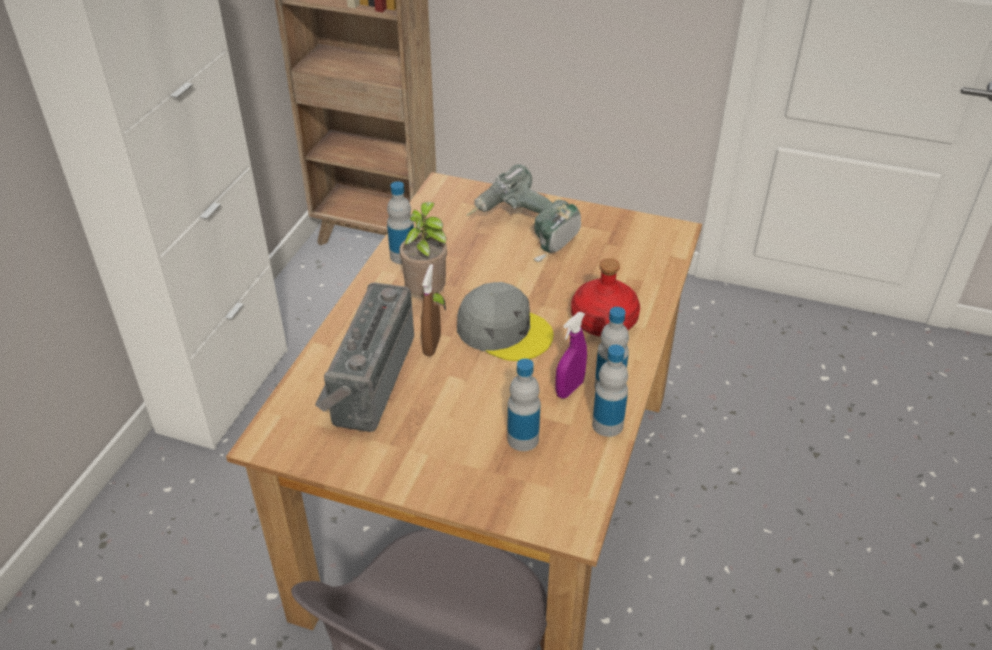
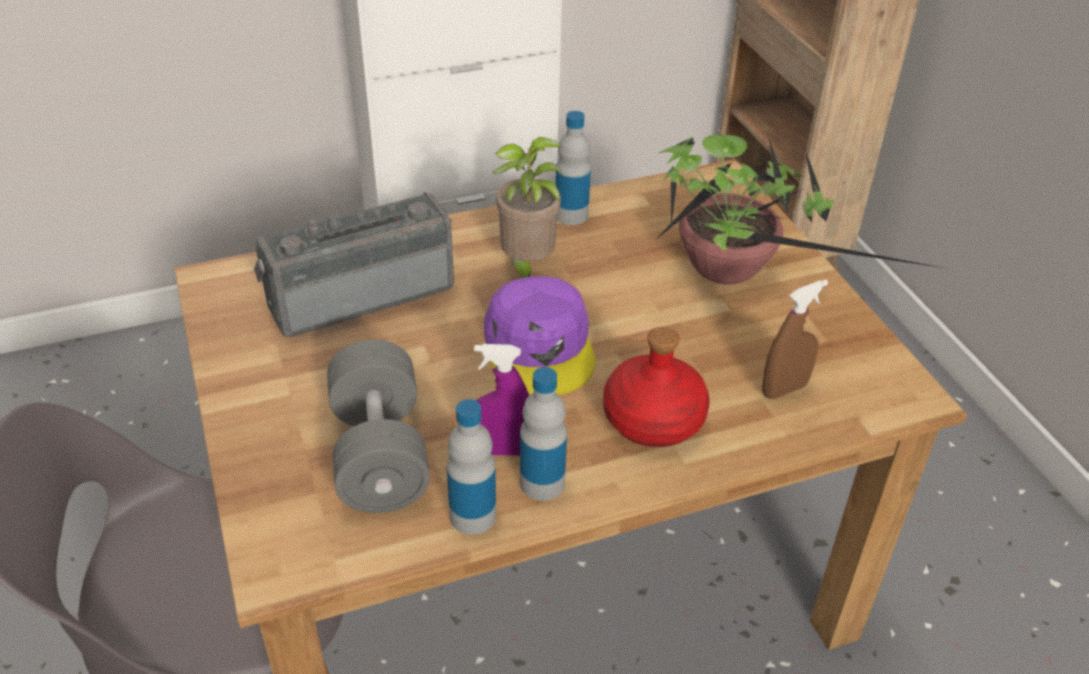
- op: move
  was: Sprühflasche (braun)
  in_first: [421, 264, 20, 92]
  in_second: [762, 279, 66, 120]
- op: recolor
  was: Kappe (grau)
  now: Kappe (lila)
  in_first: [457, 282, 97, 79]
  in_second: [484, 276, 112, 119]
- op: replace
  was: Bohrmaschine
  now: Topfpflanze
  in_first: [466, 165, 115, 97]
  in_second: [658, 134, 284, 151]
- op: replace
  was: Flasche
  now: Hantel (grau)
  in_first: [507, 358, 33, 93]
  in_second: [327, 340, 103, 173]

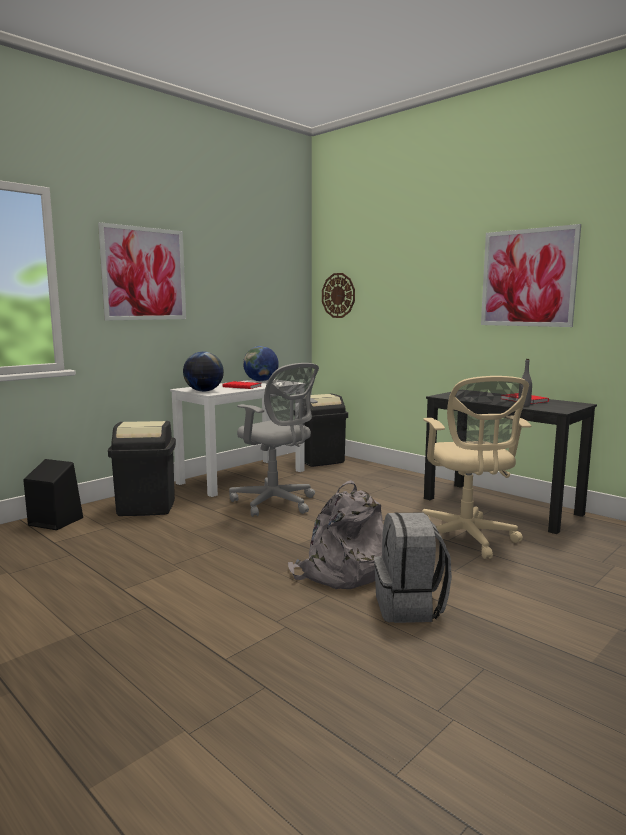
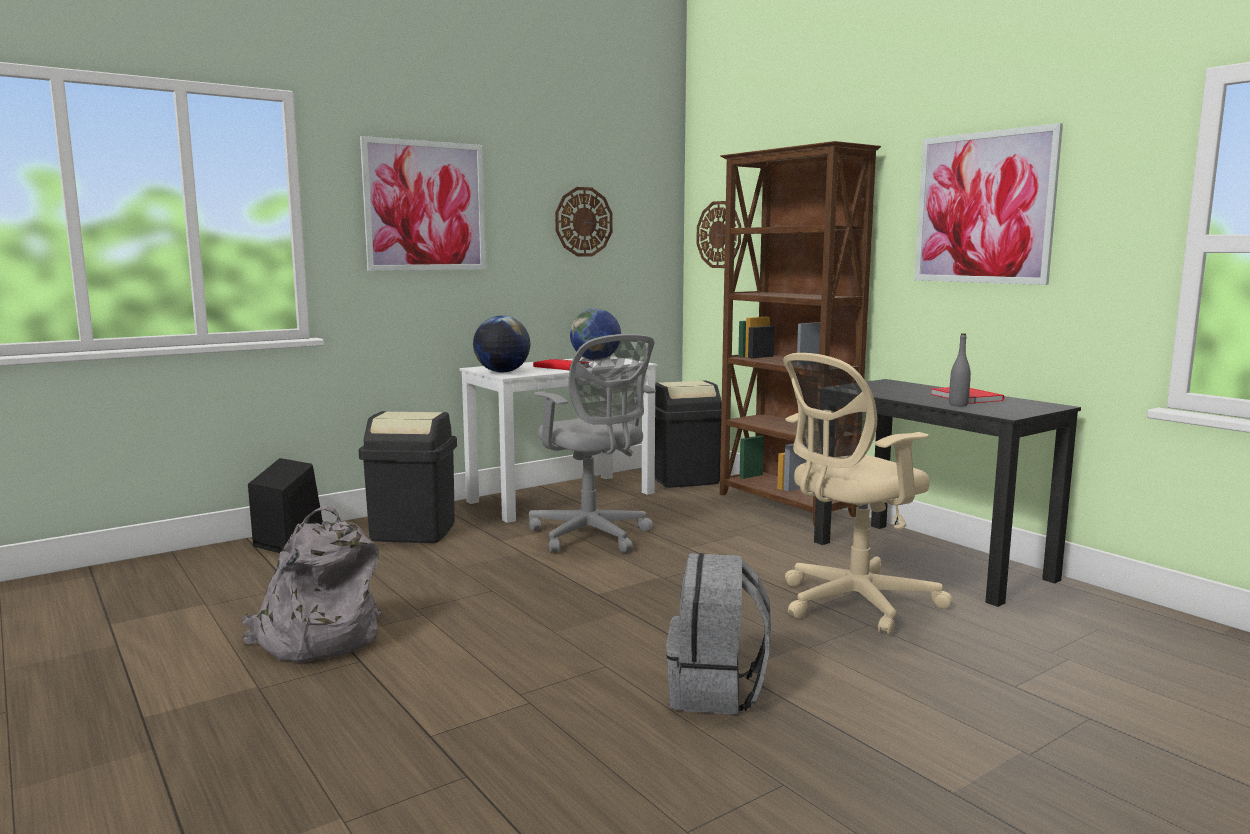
- op: move
  was: Rucksack (grau)
  in_first: [288, 480, 96, 109]
  in_second: [241, 506, 140, 156]
- op: rotate
  was: Bürostuhl (beige)
  in_first: [422, 376, 110, 183]
  in_second: [783, 353, 170, 283]
  clockwise: 60
- op: insert
  now: Wanduhr
  in_second: [555, 187, 58, 69]
- op: insert
  now: Bücherregal (braun)
  in_second: [720, 141, 161, 385]

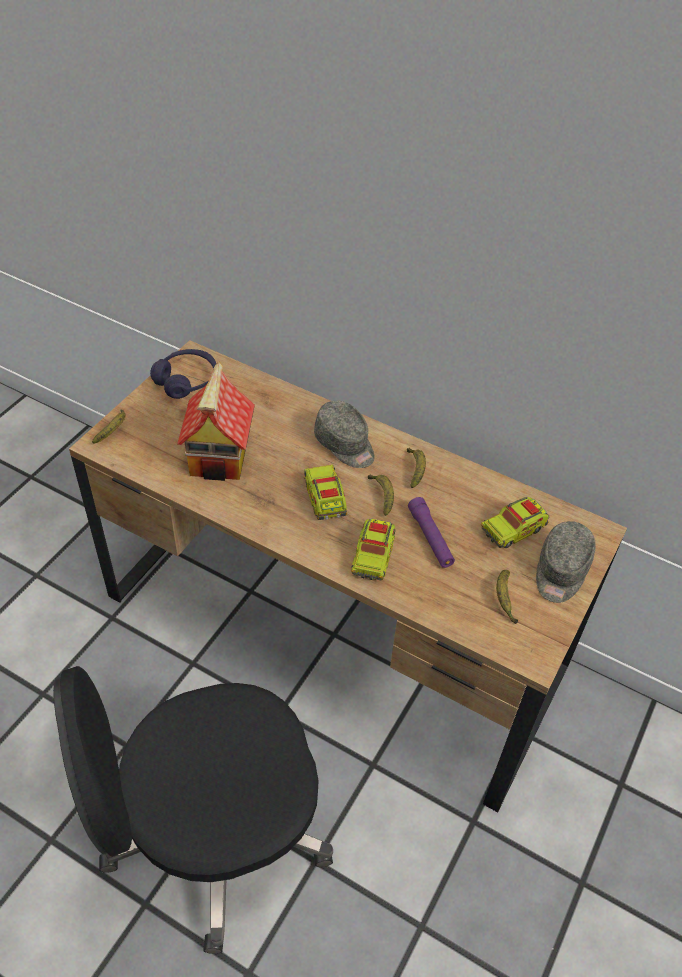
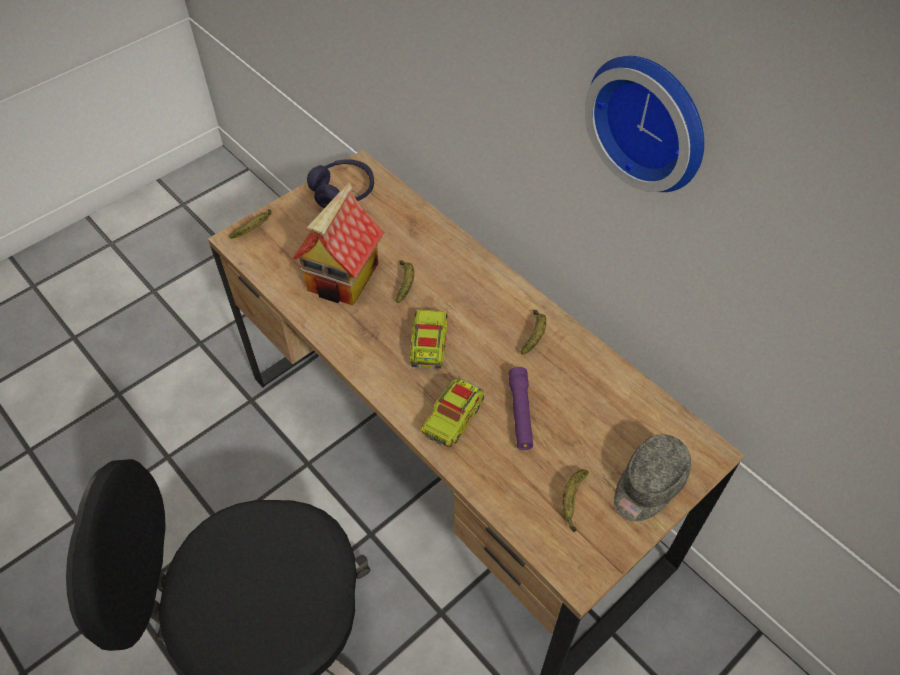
- op: delete
  was: Kappe (grau)
  in_first: [314, 401, 61, 67]
- op: move
  was: Banane
  in_first: [368, 474, 26, 42]
  in_second: [396, 260, 18, 43]
- op: delete
  was: Spielzeuglaster
  in_first: [481, 497, 69, 51]
- op: insert
  now: Wanduhr
  in_second: [585, 56, 119, 136]

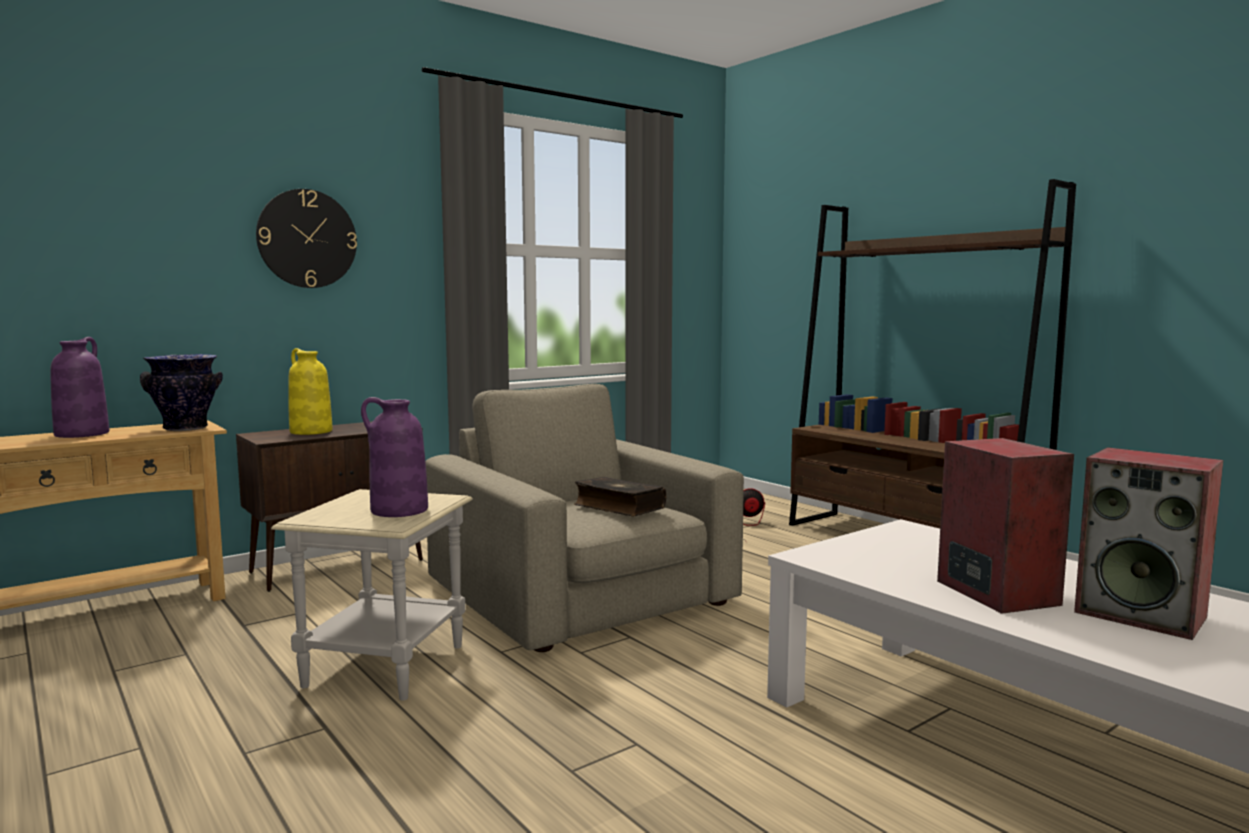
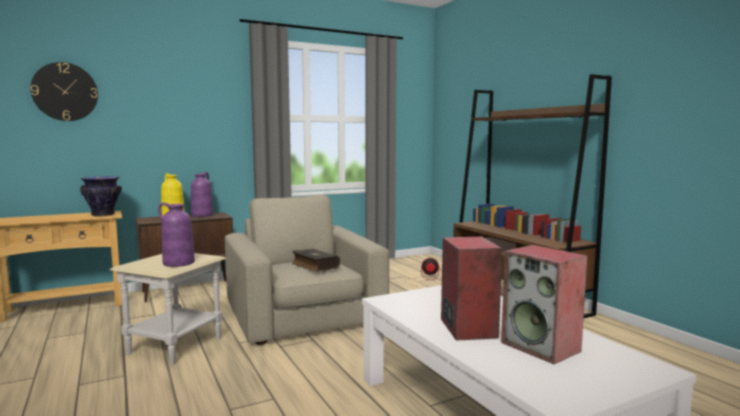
- op: move
  was: Vase (lila)
  in_first: [50, 337, 59, 101]
  in_second: [191, 172, 22, 45]
- op: move
  was: Wanduhr
  in_first: [256, 189, 101, 99]
  in_second: [30, 62, 68, 59]

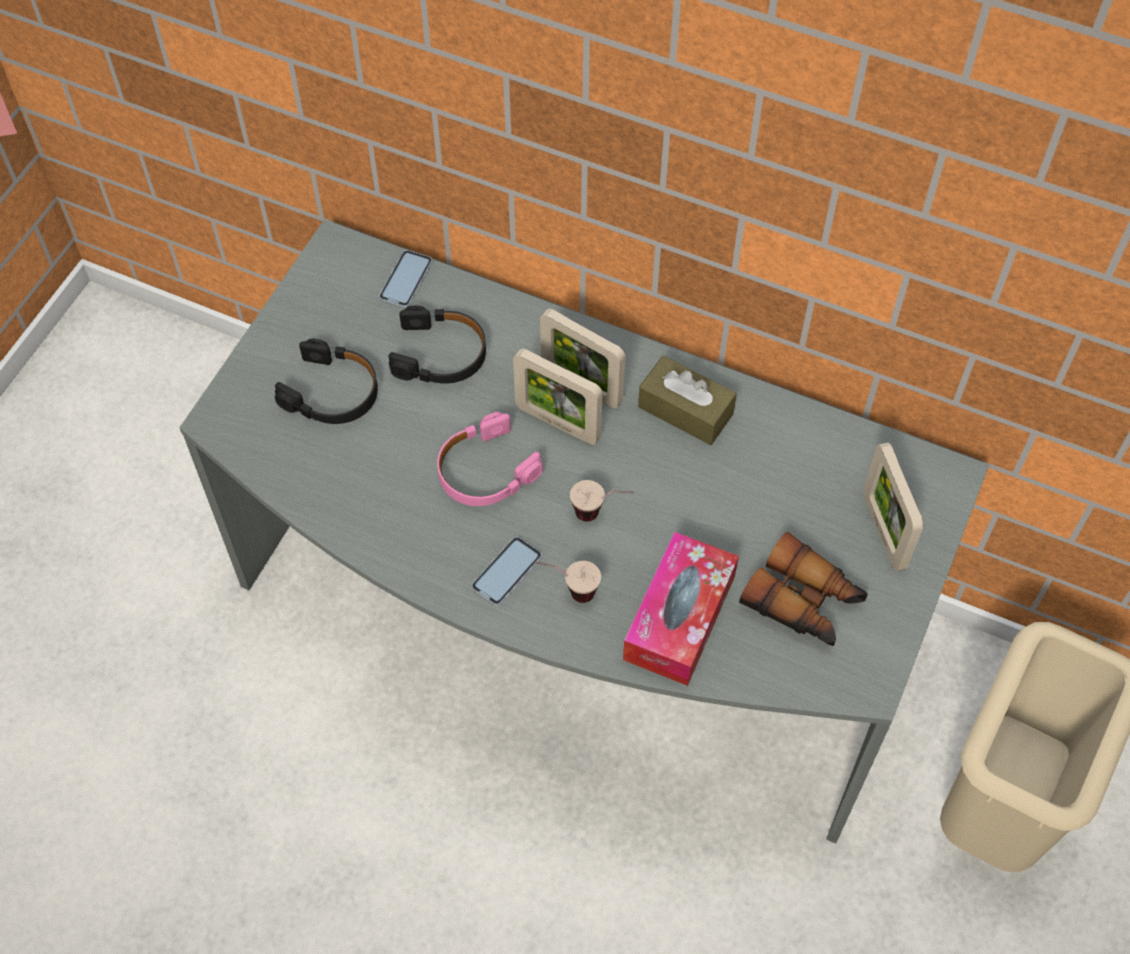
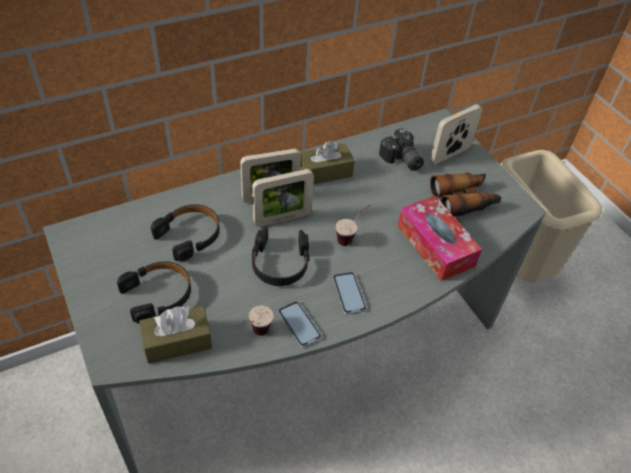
- op: move
  was: Handy
  in_first: [379, 250, 53, 58]
  in_second: [278, 301, 44, 46]
- op: recolor
  was: Kopfhörer (rosa)
  now: Kopfhörer (schwarz)
  in_first: [437, 412, 106, 94]
  in_second: [251, 227, 58, 59]
- op: move
  was: Tasse
  in_first: [535, 561, 66, 42]
  in_second: [236, 306, 37, 30]
- op: rotate
  was: Bilderrahmen
  in_first: [863, 442, 60, 129]
  in_second: [430, 104, 53, 61]
  clockwise: 120
- op: insert
  now: Taschentuchbox (braun)
  in_second: [139, 306, 73, 58]
- op: insert
  now: Kamera
  in_second: [379, 128, 45, 43]

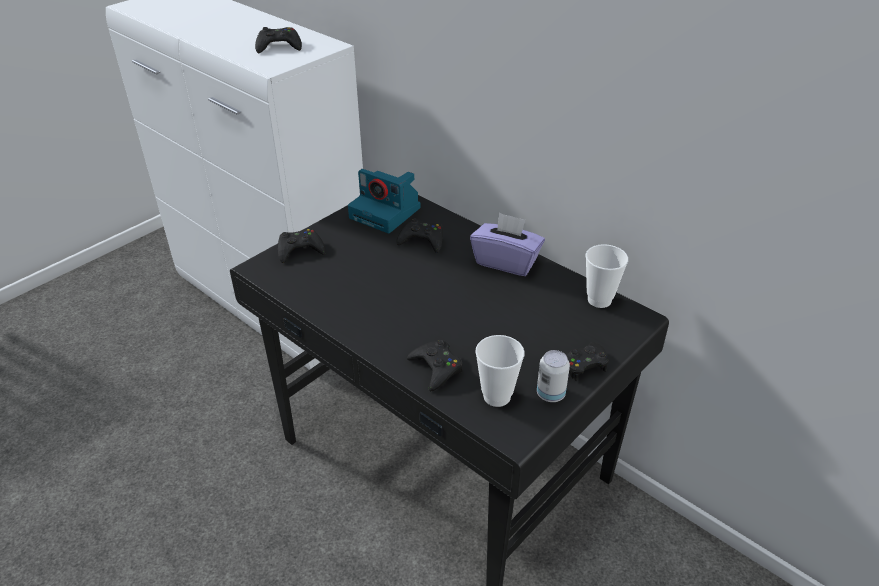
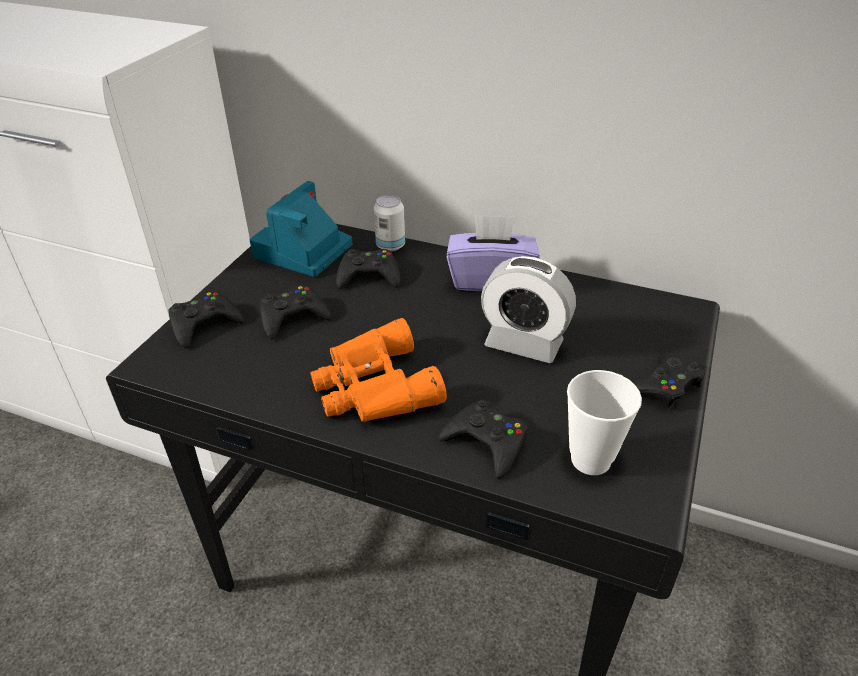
- op: move
  was: Gamepad (schwarz)
  in_first: [255, 27, 47, 26]
  in_second: [260, 285, 71, 55]
- op: rotate
  was: Kamera
  in_first: [348, 169, 73, 64]
  in_second: [249, 181, 104, 96]
  clockwise: 105
- op: move
  was: Dose
  in_first: [537, 350, 33, 52]
  in_second: [374, 195, 31, 57]
- op: delete
  was: Tasse
  in_first: [586, 244, 42, 64]
- op: insert
  now: Fernglas (orange)
  in_second: [310, 318, 137, 104]
- op: insert
  now: Wecker
  in_second: [481, 256, 95, 107]

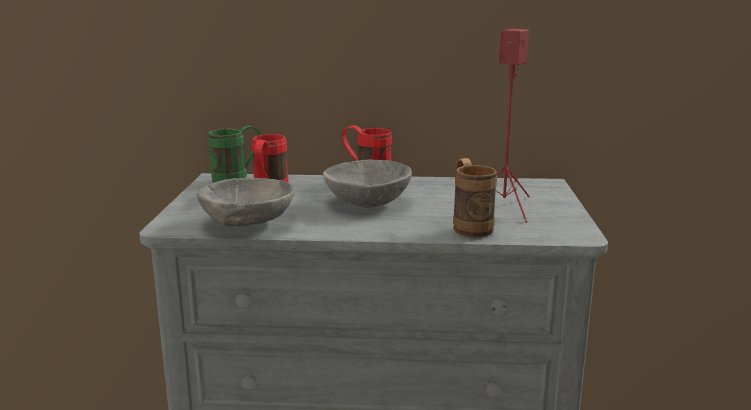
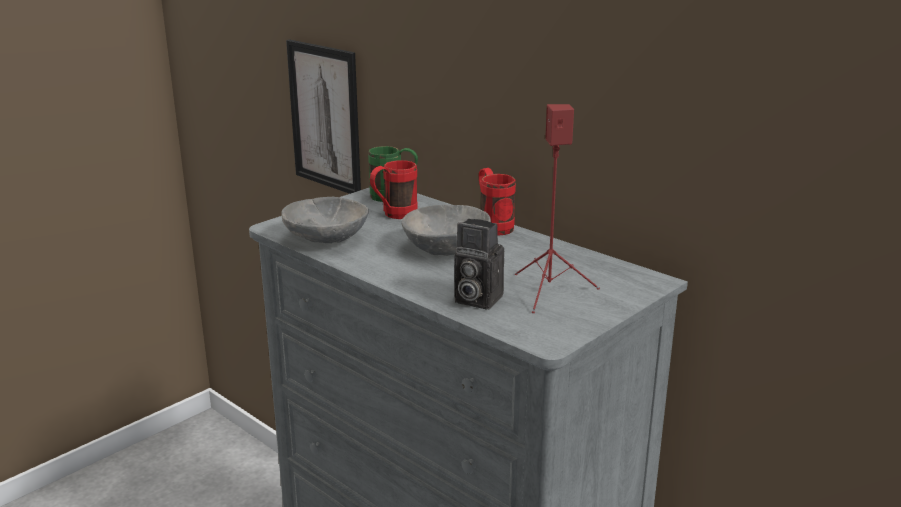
- op: replace
  was: Henkelbecher (braun)
  now: Kamera
  in_first: [453, 158, 44, 79]
  in_second: [454, 219, 50, 91]
- op: insert
  now: Bild
  in_second: [286, 40, 75, 154]

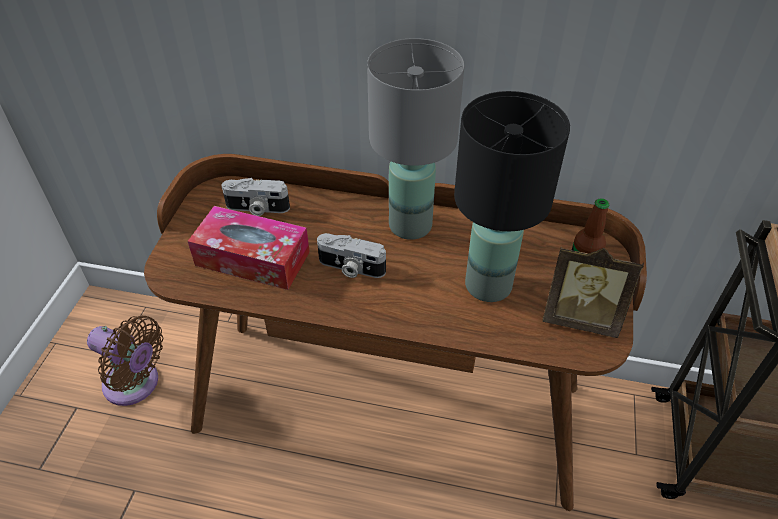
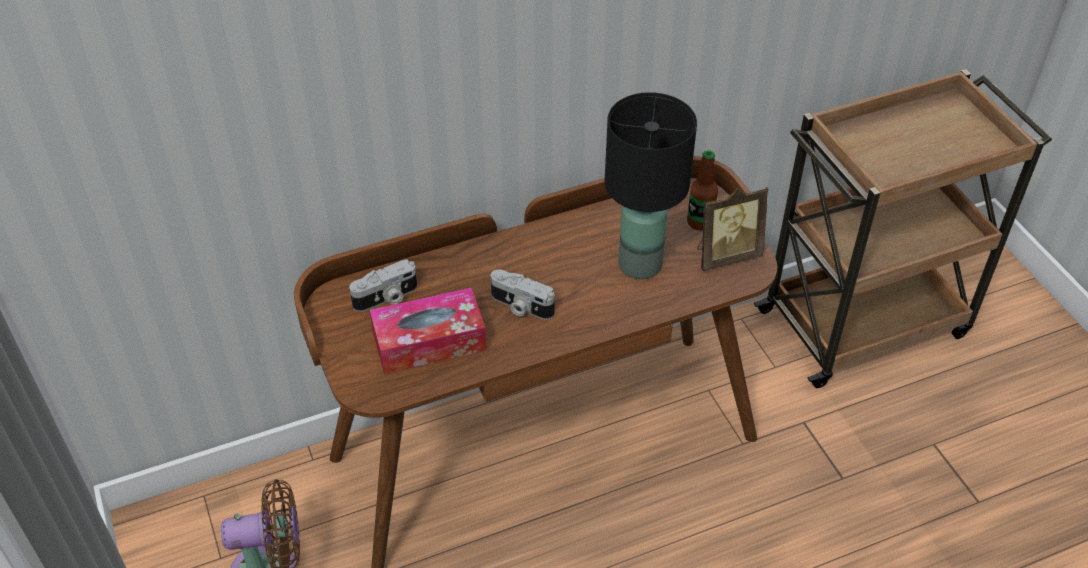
- op: rotate
  was: Kamera
  in_first: [317, 233, 69, 45]
  in_second: [491, 269, 64, 51]
  clockwise: 45
- op: delete
  was: Tischlampe (grau)
  in_first: [367, 38, 97, 202]

